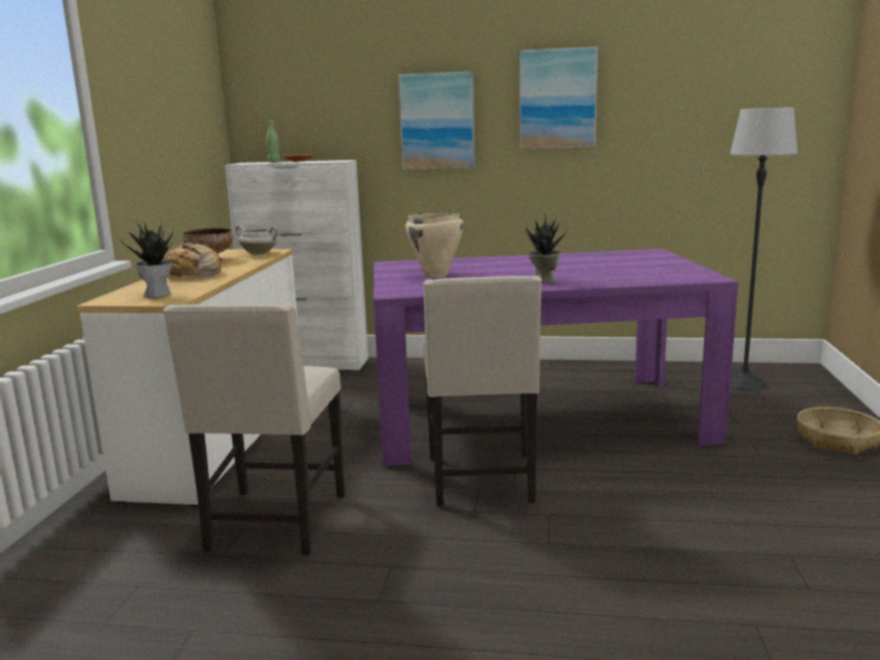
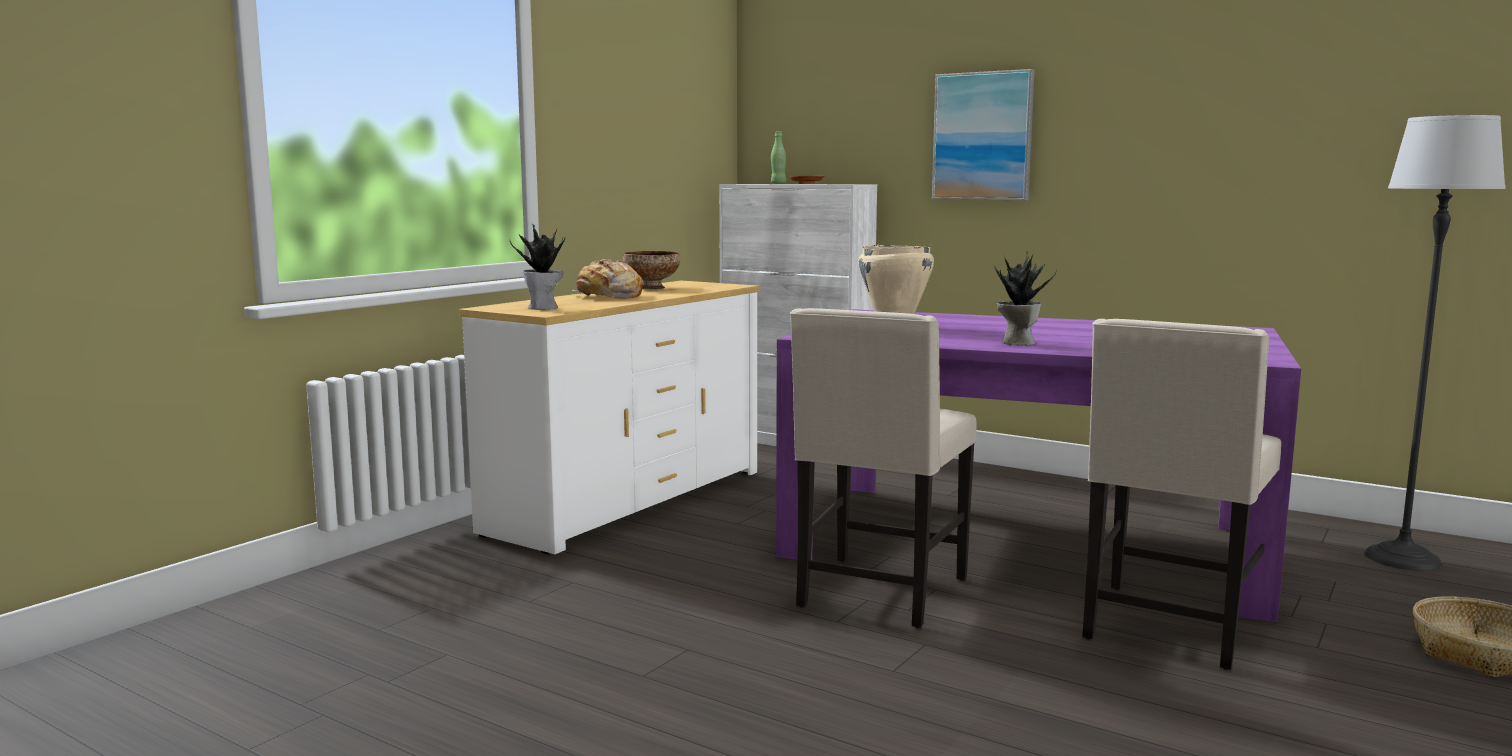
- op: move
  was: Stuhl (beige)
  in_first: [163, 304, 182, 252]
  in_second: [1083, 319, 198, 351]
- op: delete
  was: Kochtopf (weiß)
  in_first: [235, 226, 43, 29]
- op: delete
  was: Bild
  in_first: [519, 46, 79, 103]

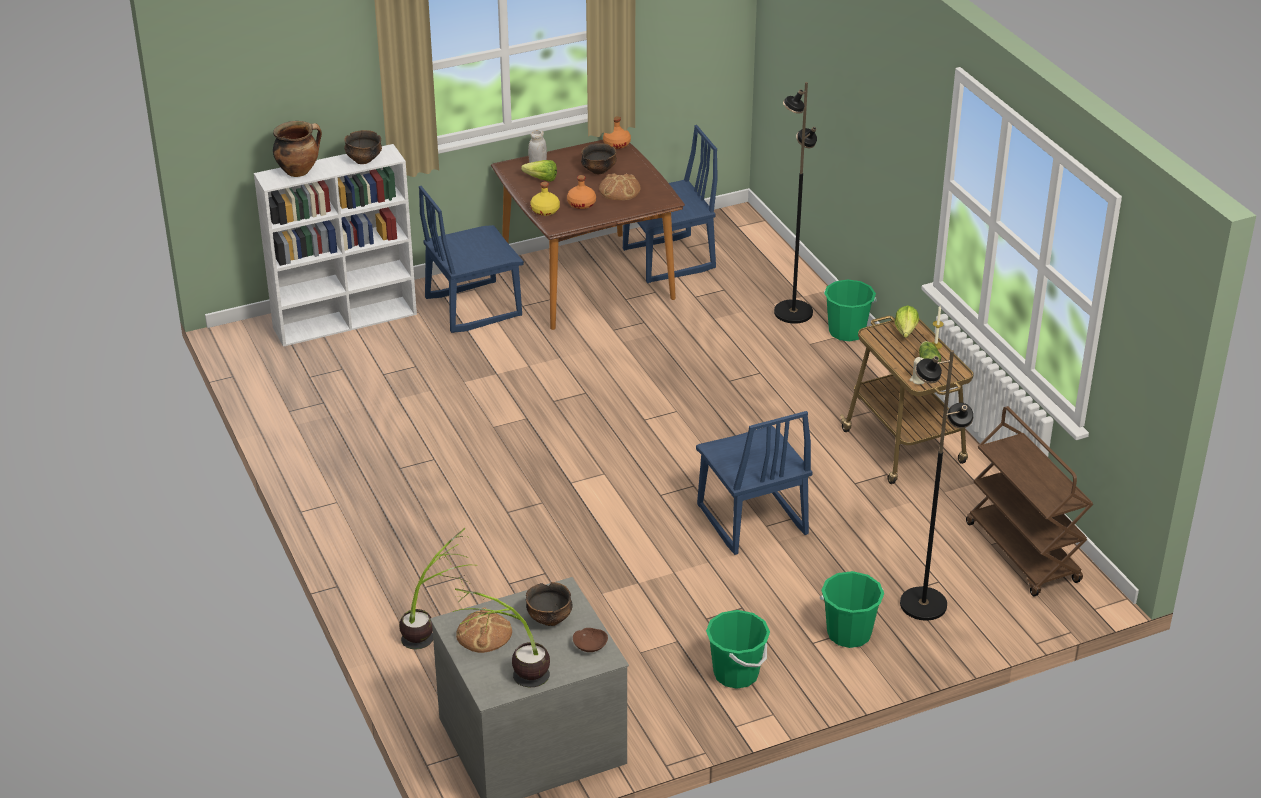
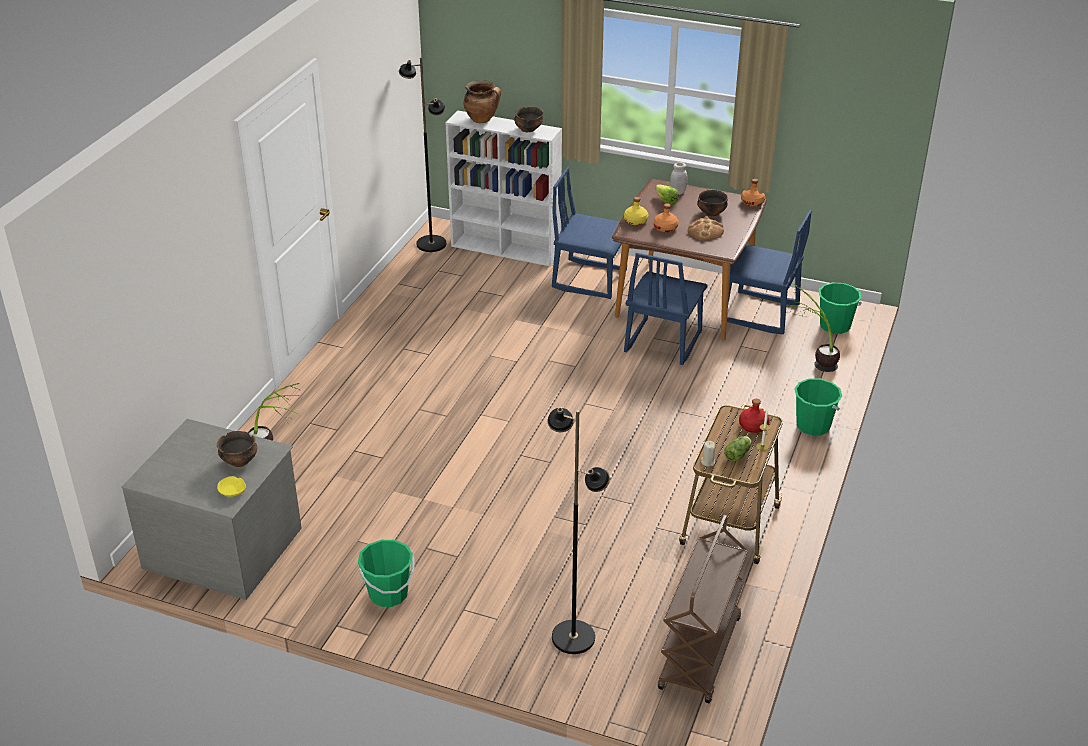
- op: move
  was: Topfpflanze
  in_first: [452, 588, 98, 99]
  in_second: [789, 284, 51, 88]
- op: delete
  was: Brot
  in_first: [456, 607, 56, 46]
- op: recolor
  was: Schüssel (braun)
  now: Schüssel (gelb)
  in_first: [573, 628, 35, 24]
  in_second: [217, 476, 29, 21]
- op: move
  was: Stuhl (blau)
  in_first: [696, 411, 117, 144]
  in_second: [624, 253, 84, 112]
- op: move
  was: Stehlampe (schwarz)
  in_first: [774, 82, 43, 242]
  in_second: [399, 58, 47, 194]
- op: move
  was: Eimer (grün)
  in_first: [820, 571, 64, 77]
  in_second: [818, 283, 44, 51]
- op: replace
  was: Salatkopf
  now: Flasche (rot)
  in_first: [895, 305, 24, 33]
  in_second: [739, 399, 30, 34]

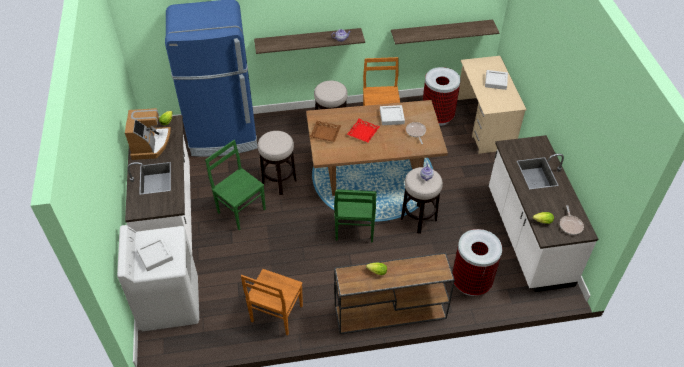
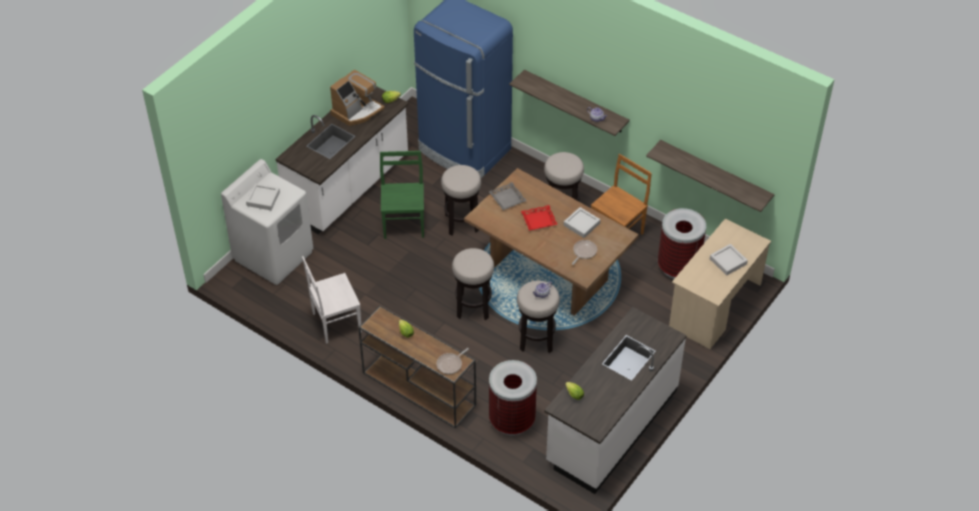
- op: recolor
  was: Stuhl (braun)
  now: Stuhl (weiß)
  in_first: [241, 269, 62, 66]
  in_second: [302, 256, 60, 88]
- op: recolor
  was: Tablett (braun)
  now: Tablett (grau)
  in_first: [310, 121, 31, 21]
  in_second: [489, 182, 38, 28]
- op: replace
  was: Stuhl (grün)
  now: Hocker
  in_first: [334, 189, 43, 54]
  in_second: [452, 248, 42, 72]
- op: move
  was: Pfanne
  in_first: [560, 205, 24, 30]
  in_second: [436, 348, 33, 26]

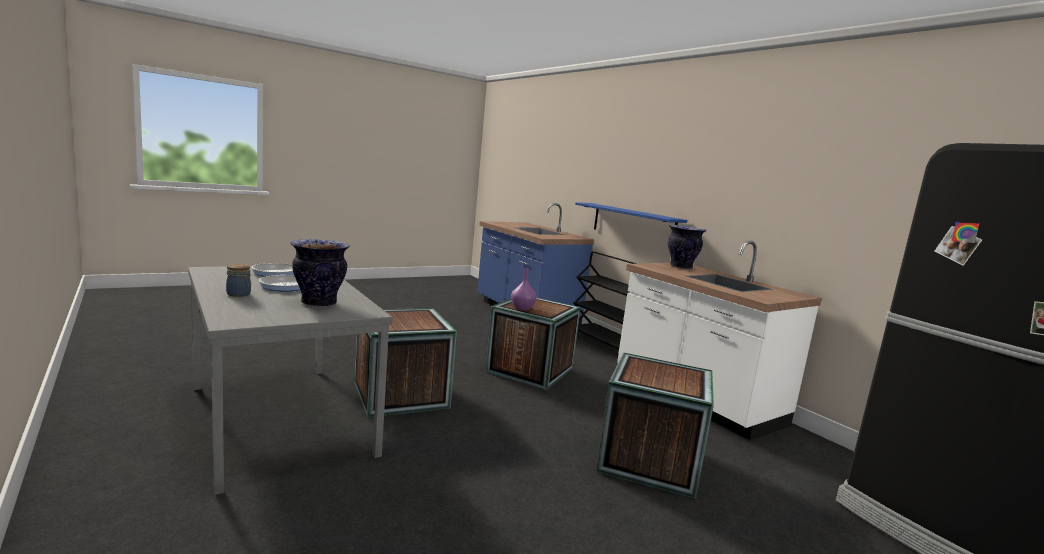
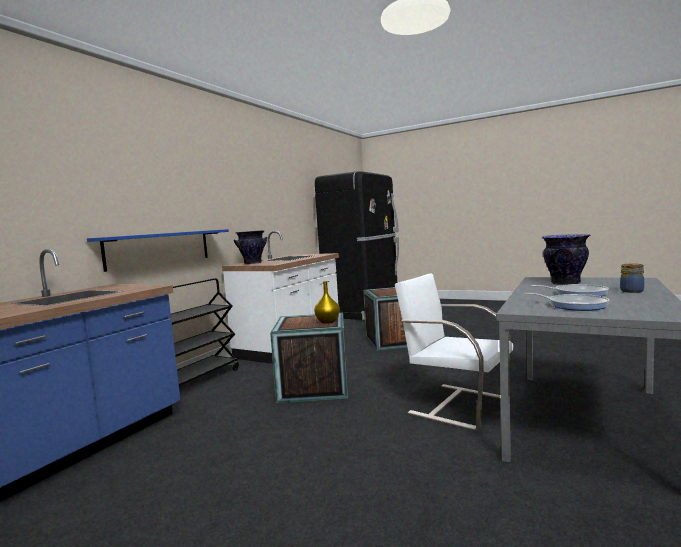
- op: replace
  was: Kiste
  now: Stuhl (weiß)
  in_first: [354, 308, 103, 109]
  in_second: [395, 273, 118, 158]
- op: recolor
  was: Vase (lila)
  now: Vase (gelb)
  in_first: [511, 268, 26, 42]
  in_second: [314, 281, 26, 43]

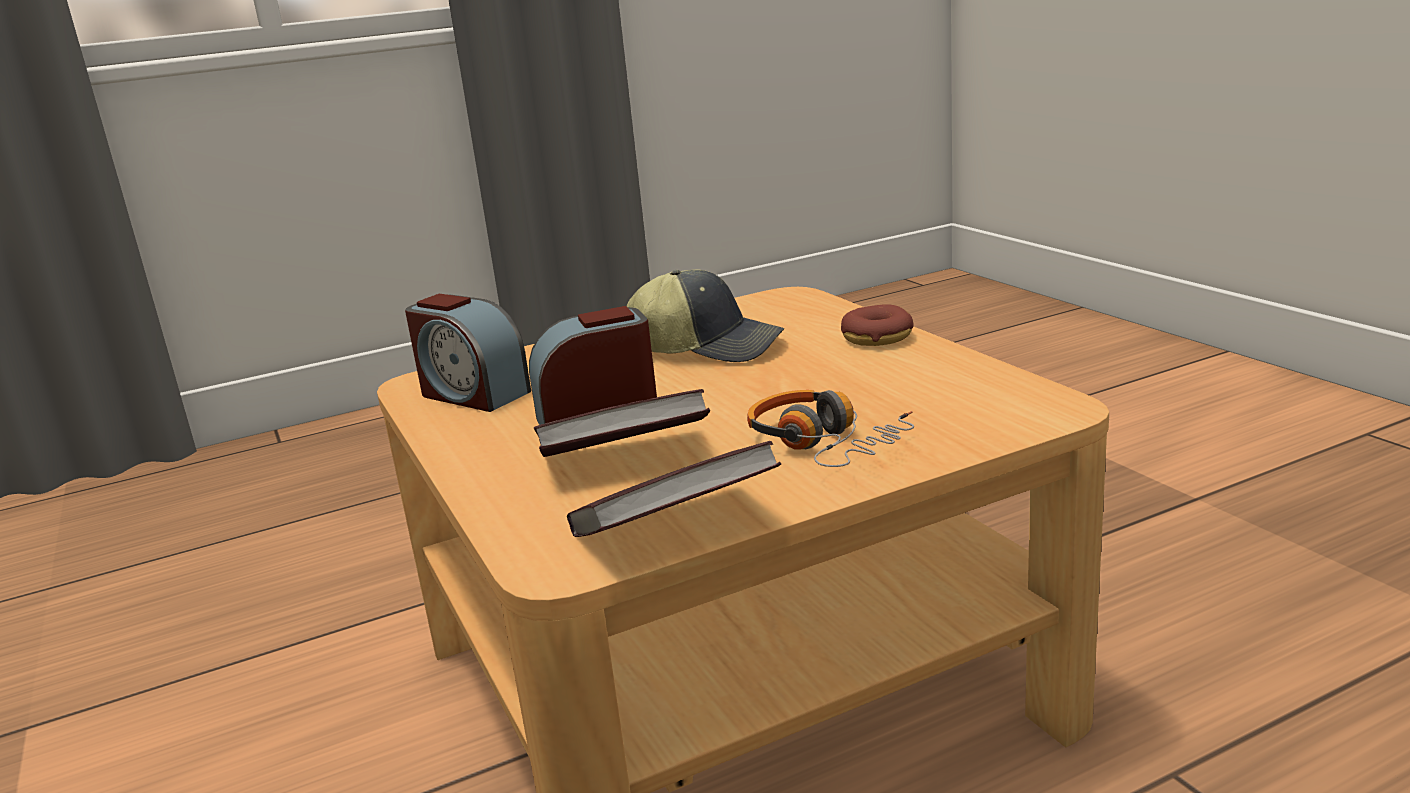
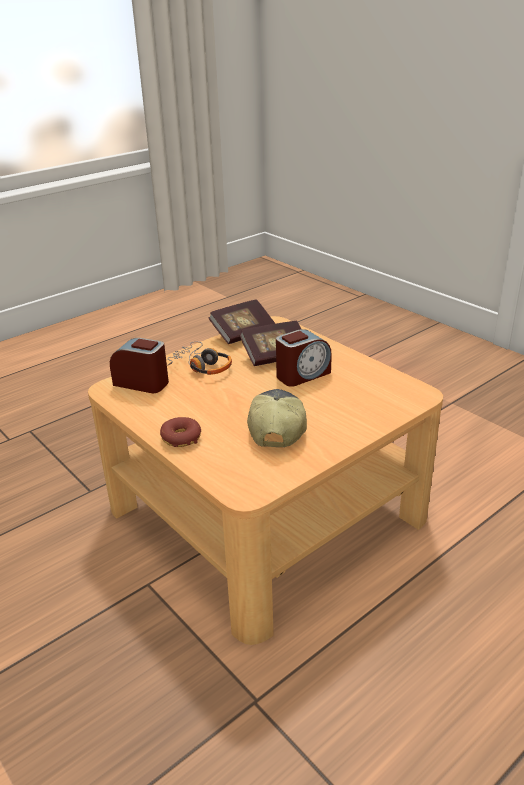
- op: move
  was: Wecker
  in_first: [405, 294, 126, 118]
  in_second: [110, 338, 59, 55]
- op: rotate
  was: Kappe
  in_first: [627, 269, 157, 93]
  in_second: [247, 389, 60, 59]
  clockwise: 90

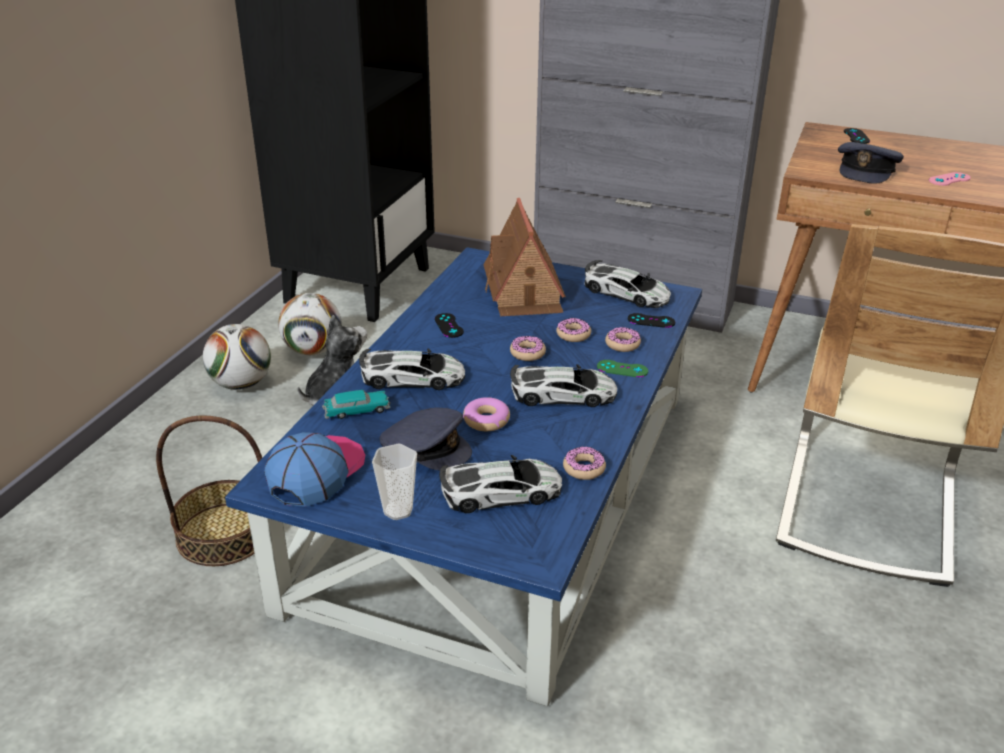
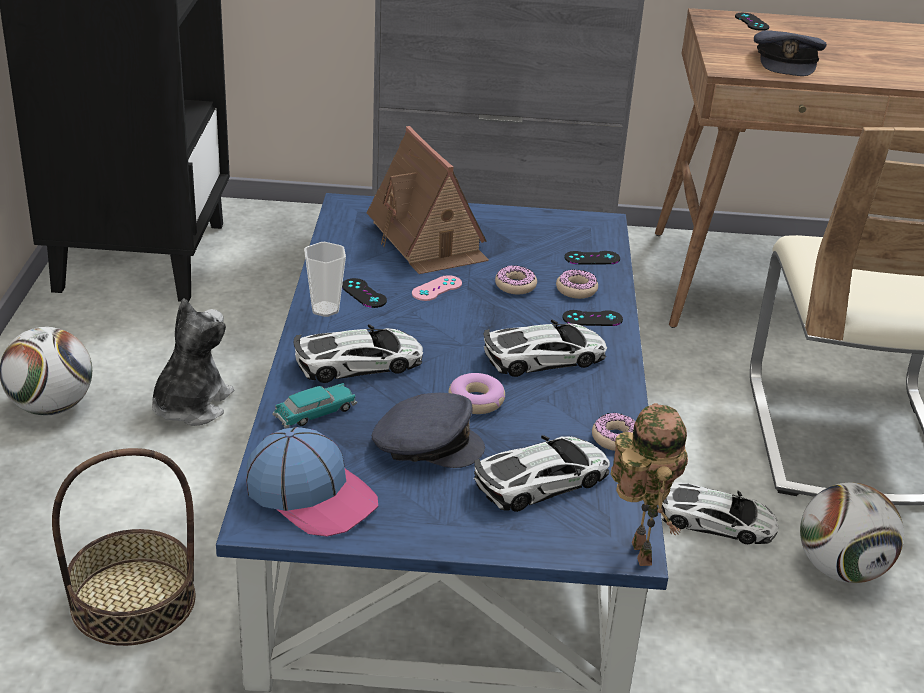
- op: rotate
  was: Kappe
  in_first: [264, 432, 101, 75]
  in_second: [246, 427, 132, 110]
  clockwise: 120
- op: move
  was: Fußball
  in_first: [278, 293, 64, 62]
  in_second: [800, 483, 104, 100]
- op: move
  was: Tasse
  in_first: [372, 444, 45, 76]
  in_second: [304, 242, 42, 75]
- op: delete
  was: Donut
  in_first: [510, 336, 36, 25]
- op: move
  was: Spielzeugauto
  in_first: [584, 260, 87, 48]
  in_second: [661, 482, 118, 62]
- op: recolor
  was: Gamepad (grün)
  now: Gamepad (schwarz)
  in_first: [597, 360, 51, 17]
  in_second: [562, 310, 61, 16]
- op: move
  was: Gamepad (rosa)
  in_first: [929, 172, 42, 14]
  in_second: [412, 275, 50, 26]
- op: insert
  now: Spielzeugroboter
  in_second: [611, 403, 77, 163]

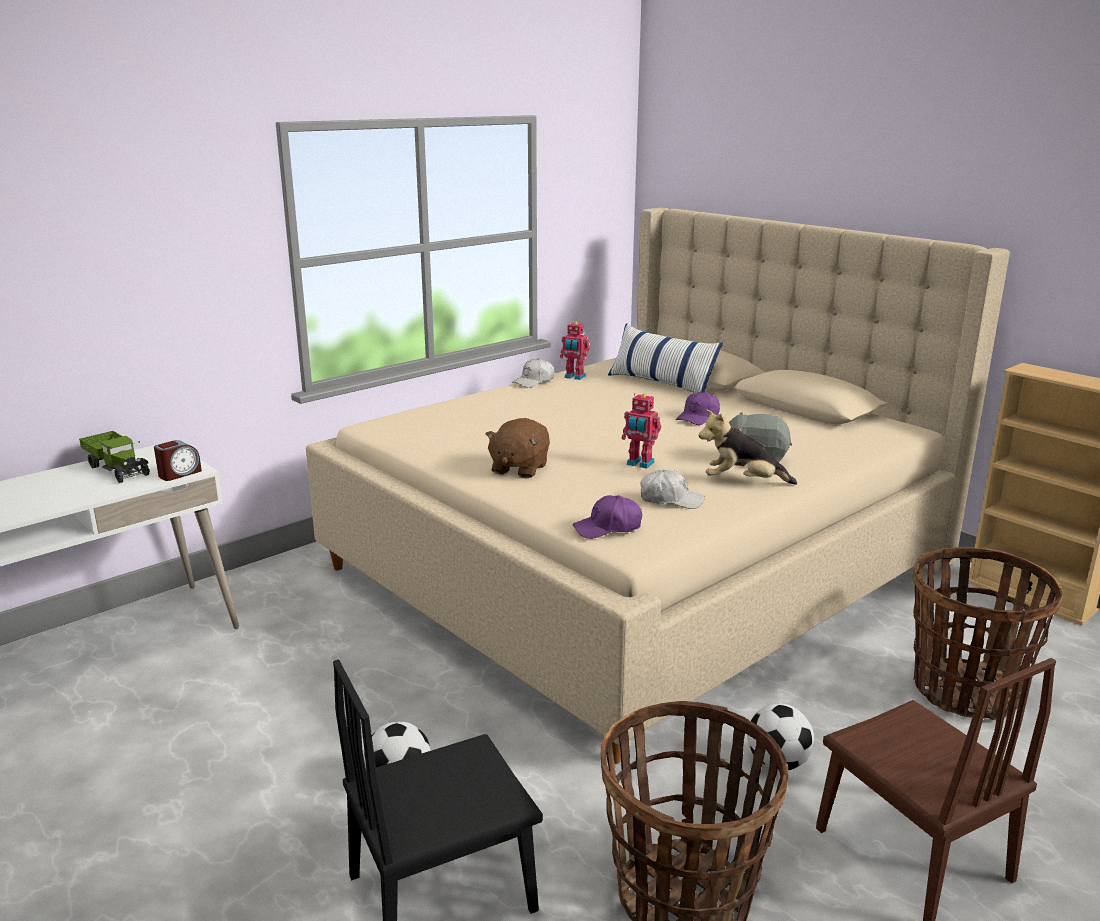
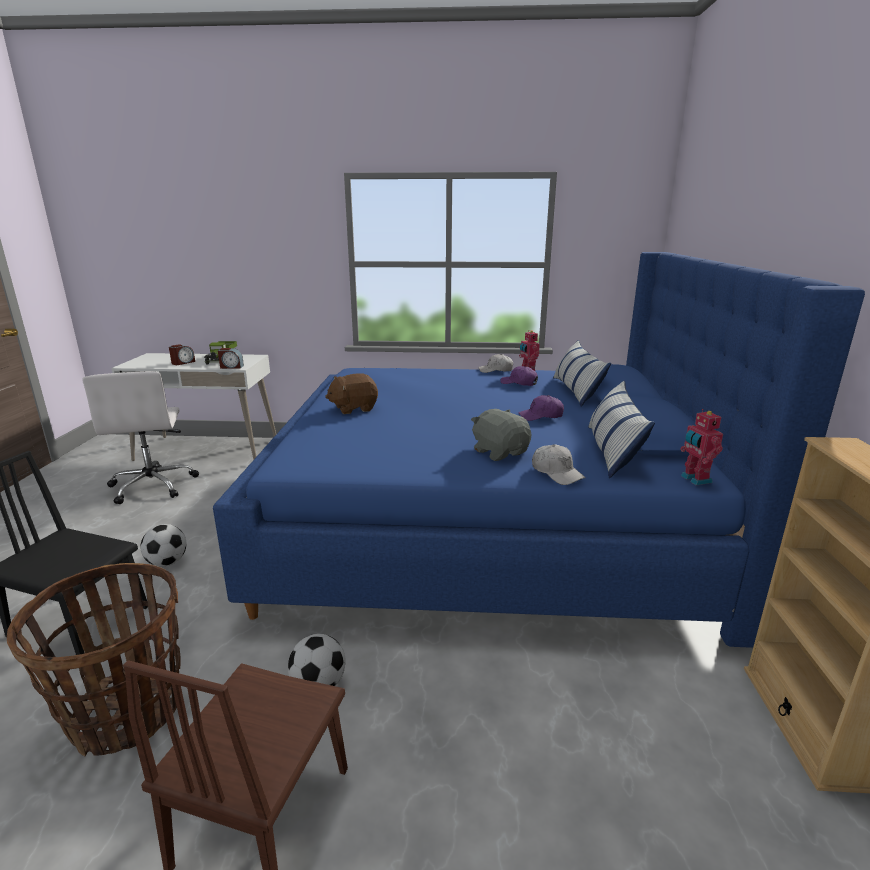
- op: recolor
  was: Bett (beige)
  now: Bett (blau)
  in_first: [306, 207, 704, 557]
  in_second: [213, 252, 652, 396]
- op: move
  was: Kappe (lila)
  in_first: [573, 495, 69, 44]
  in_second: [500, 366, 38, 20]
- op: move
  was: Spielzeugroboter
  in_first: [622, 393, 39, 76]
  in_second: [680, 409, 43, 76]
- op: move
  was: Kappe (weiß)
  in_first: [640, 469, 65, 40]
  in_second: [532, 444, 54, 41]
- op: delete
  was: Plüschtier
  in_first: [699, 409, 98, 76]
- op: delete
  was: Korb
  in_first: [913, 547, 150, 173]
- op: insert
  now: Bürostuhl (weiß)
  in_second: [82, 371, 117, 133]
- op: insert
  now: Wecker
  in_second: [169, 344, 26, 21]
- op: insert
  now: Kissen
  in_second: [588, 380, 67, 98]

